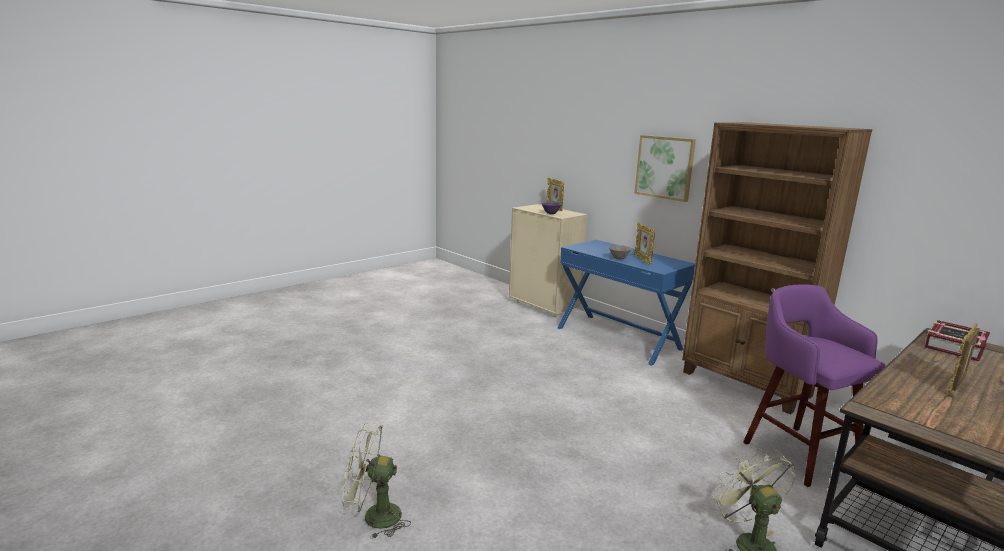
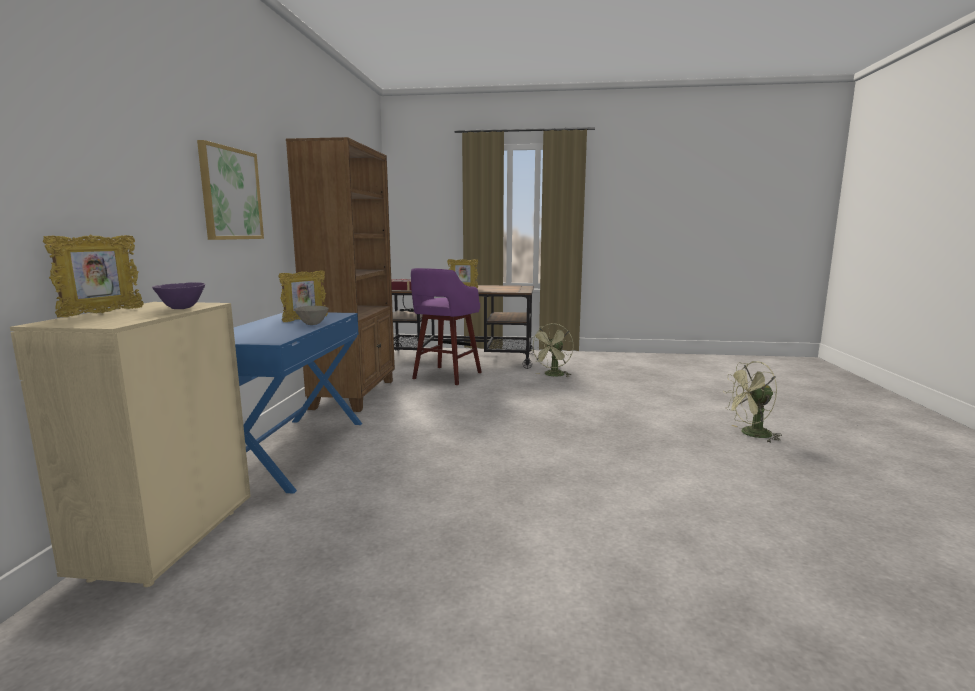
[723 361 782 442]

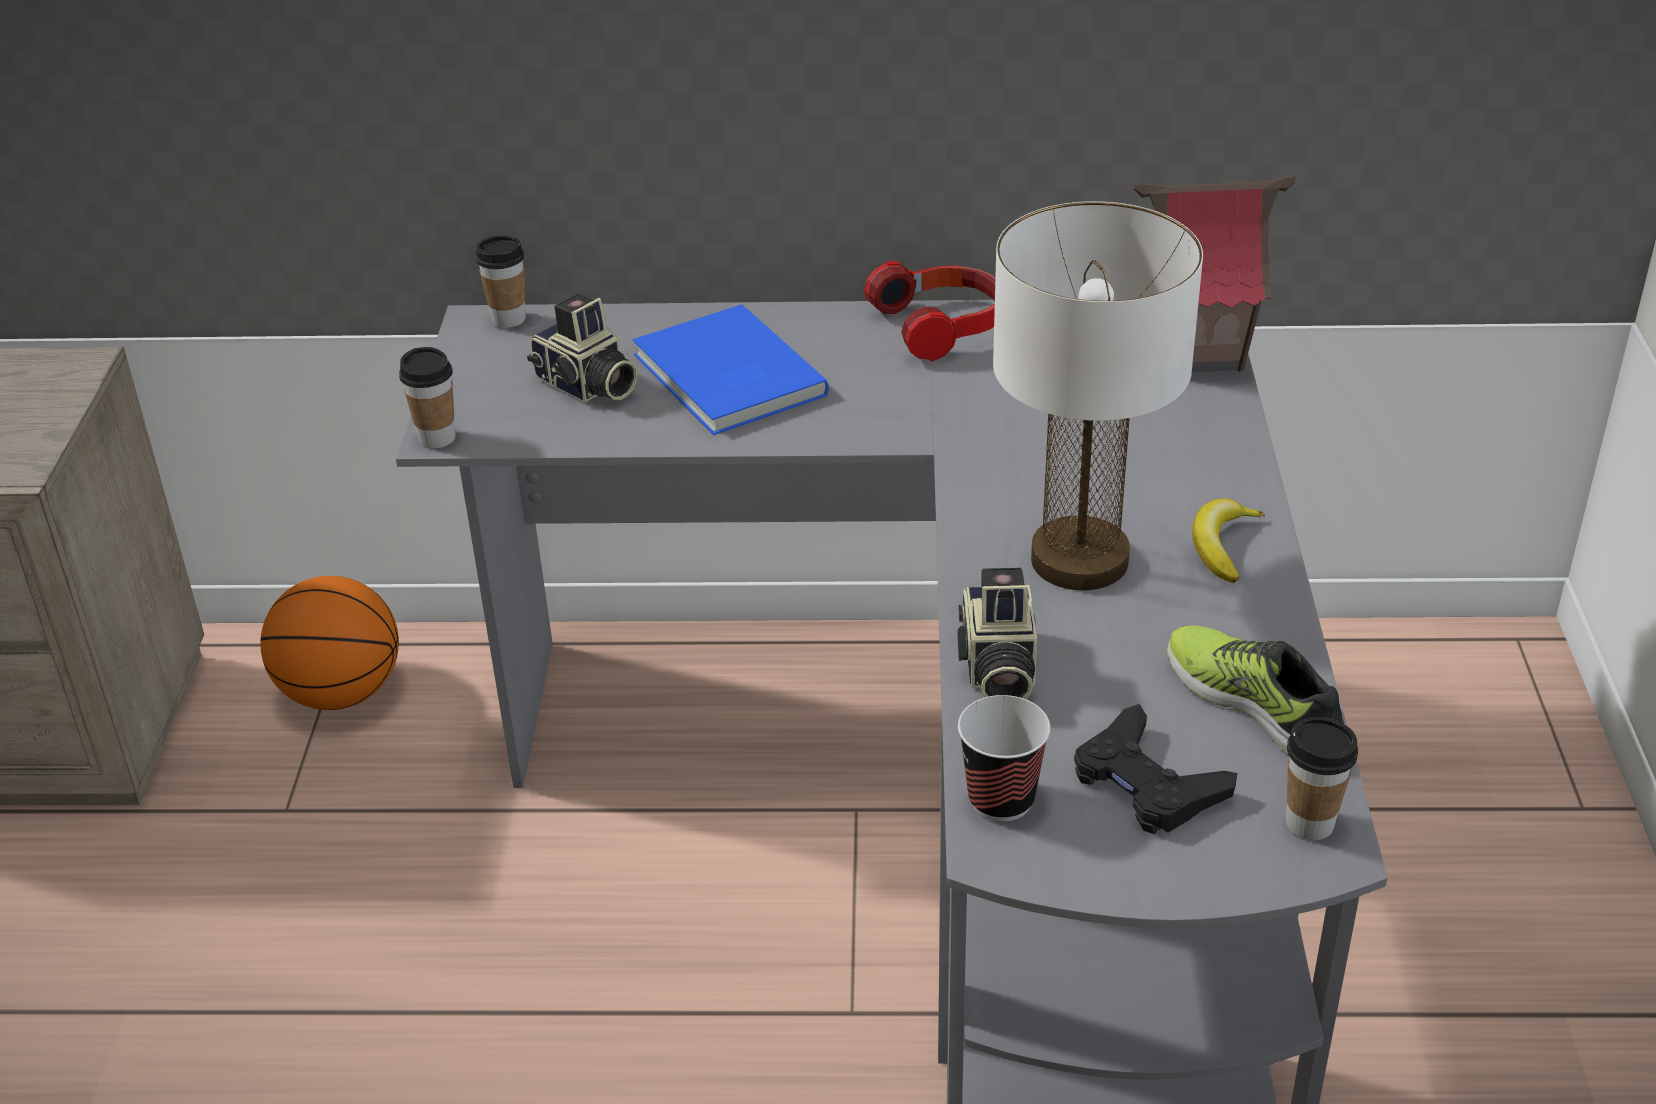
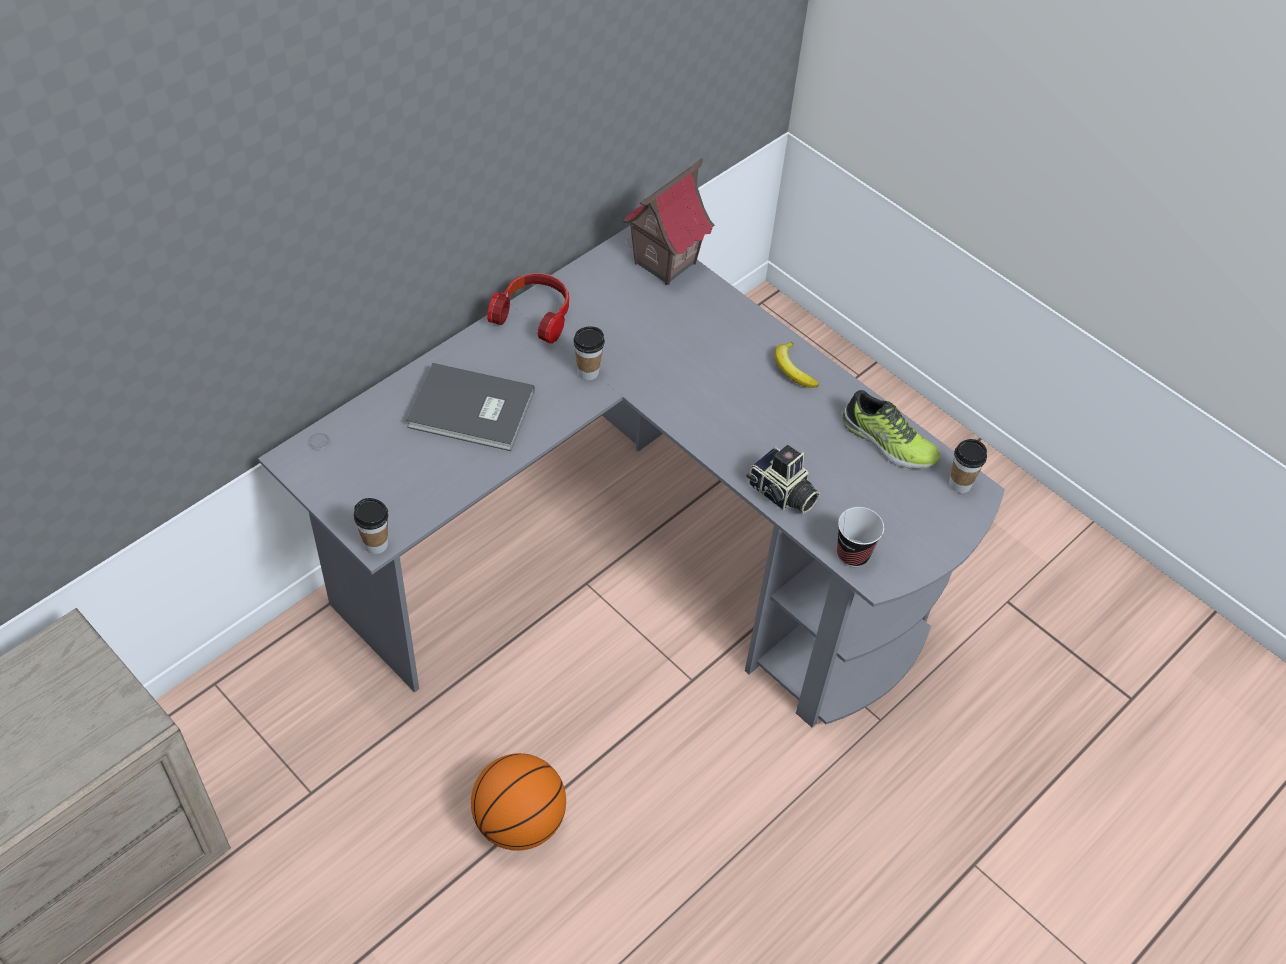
[993 201 1203 590] (first image)
[574 326 605 380]
[527 294 638 402] (first image)
[406 363 535 451]
[471 753 566 851]
[842 390 940 469]
[1074 704 1237 834] (first image)

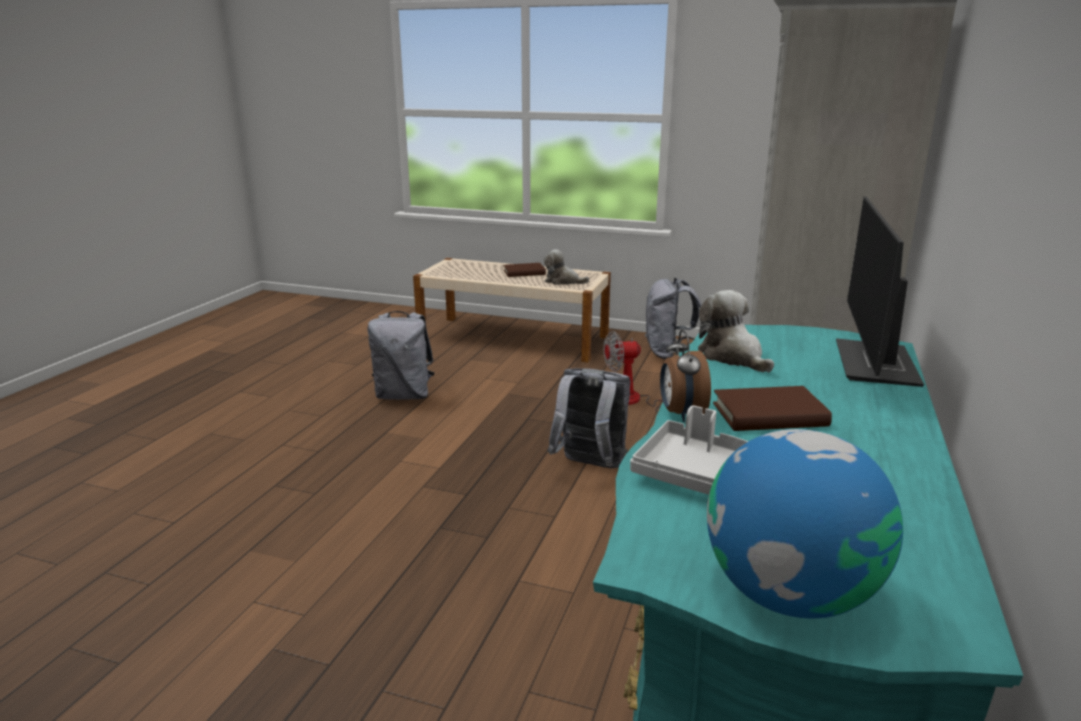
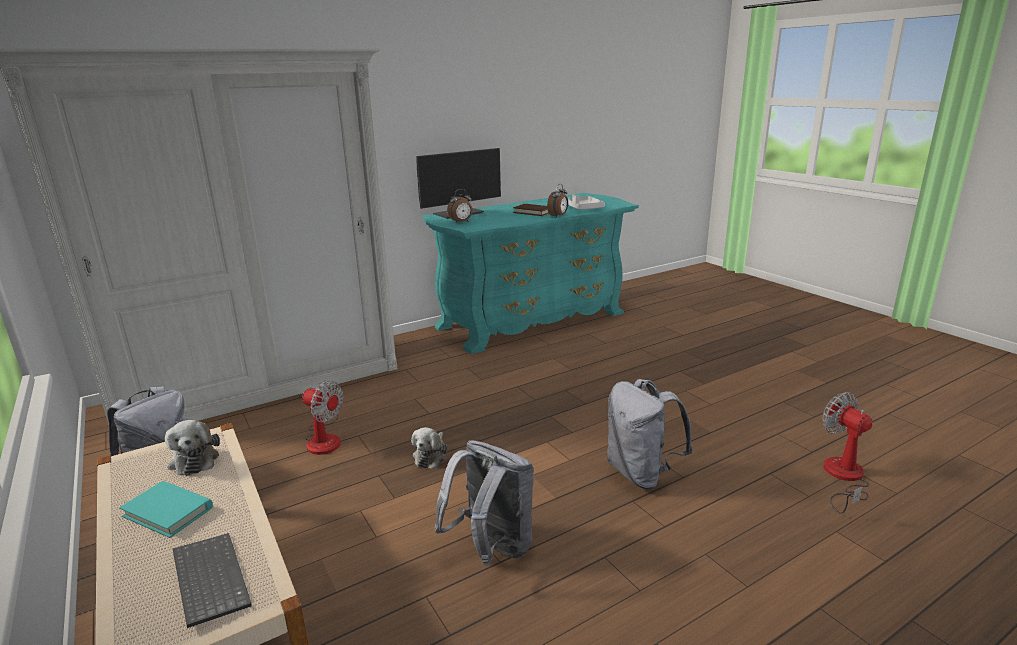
[119 481 213 538]
[411 427 447 469]
[607 379 693 489]
[707 429 903 619] (first image)
[447 189 473 223]
[822 392 872 514]
[173 533 252 628]

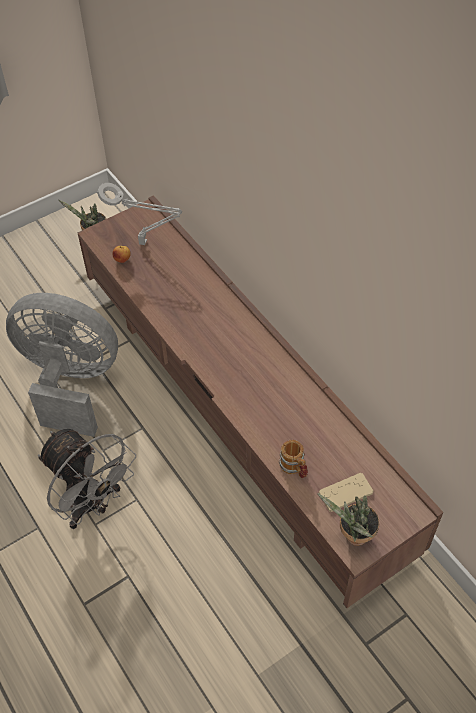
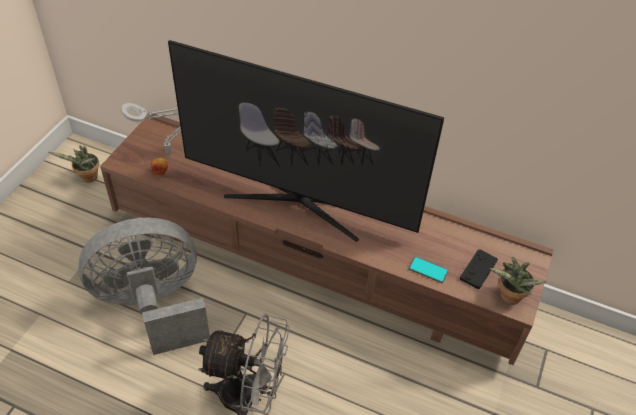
[408 256 448 283]
[460 249 498 289]
[168 40 444 242]

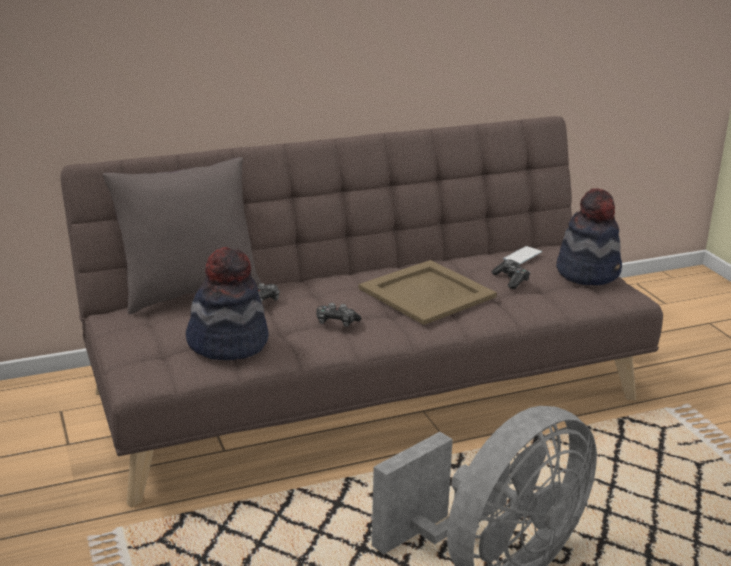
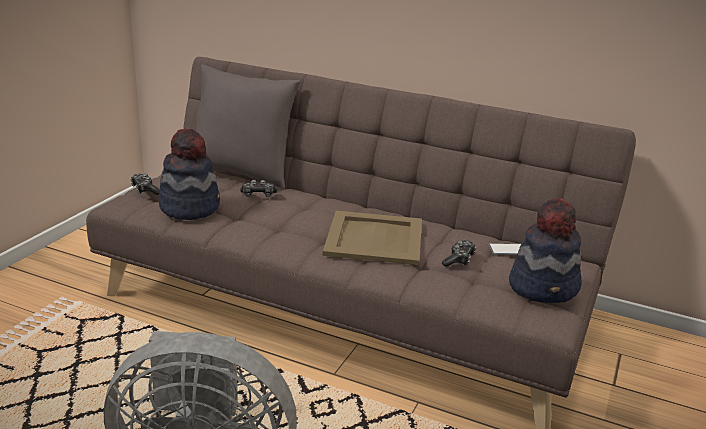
[130 174 159 195]

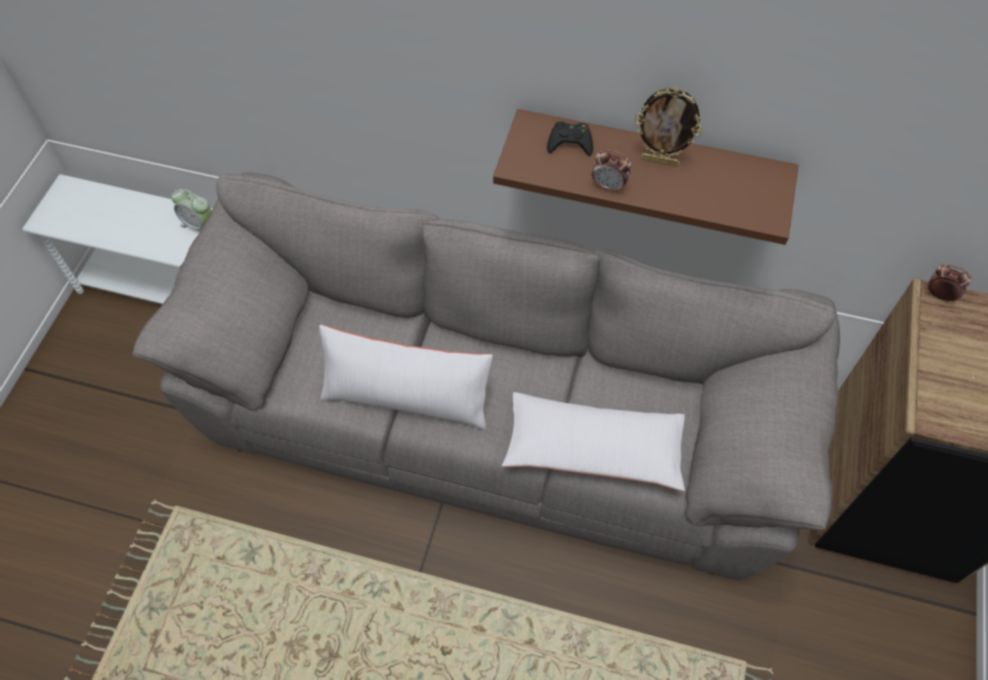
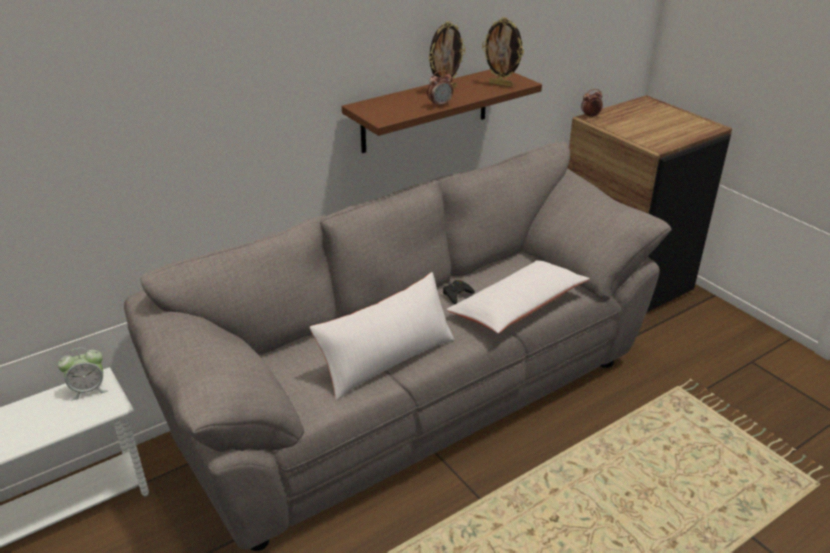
[443 280 475 304]
[482 17 524 87]

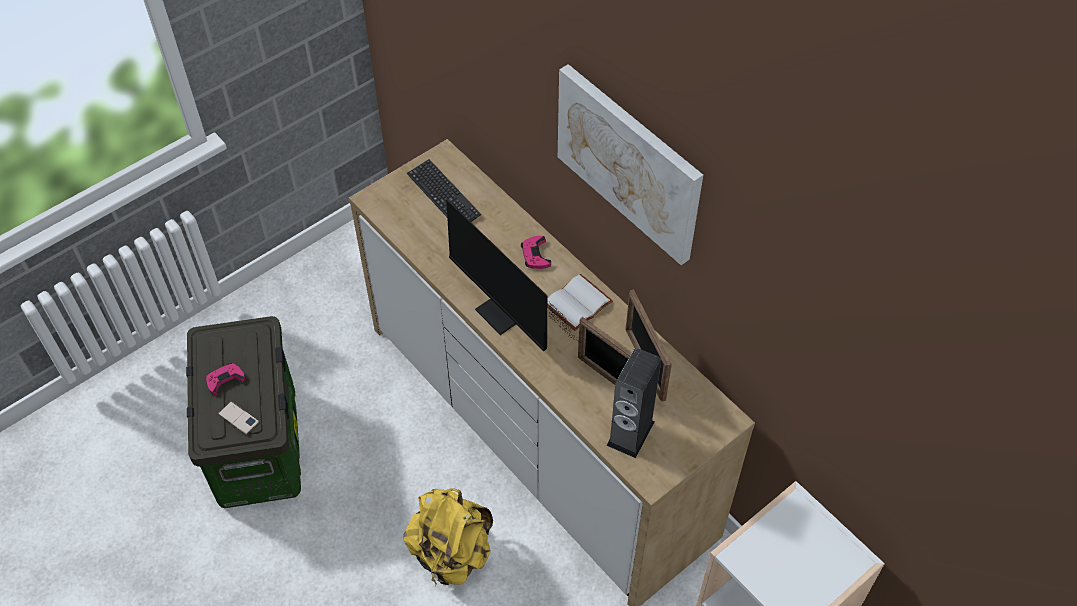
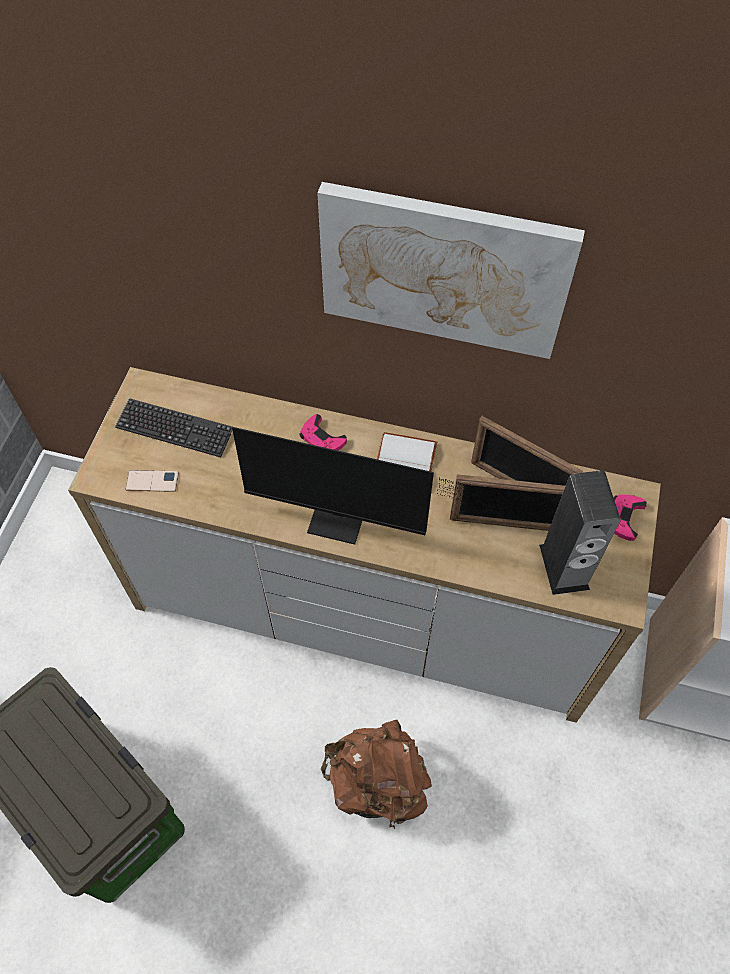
[614 494 647 541]
[125 470 179 492]
[321 720 432 829]

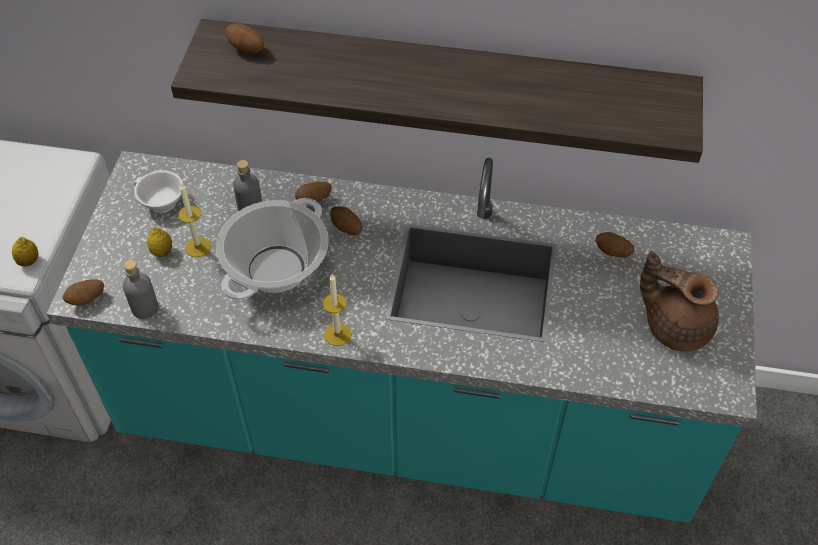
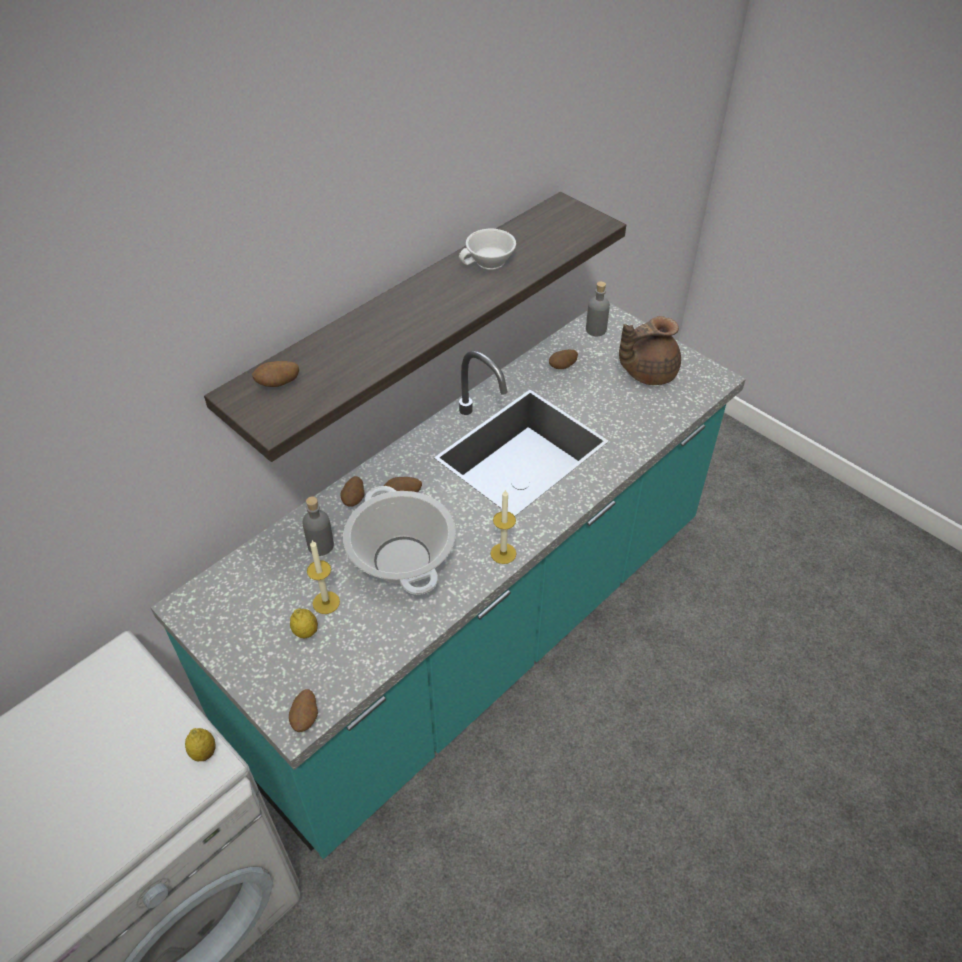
[459 228 516 270]
[586 281 610 336]

